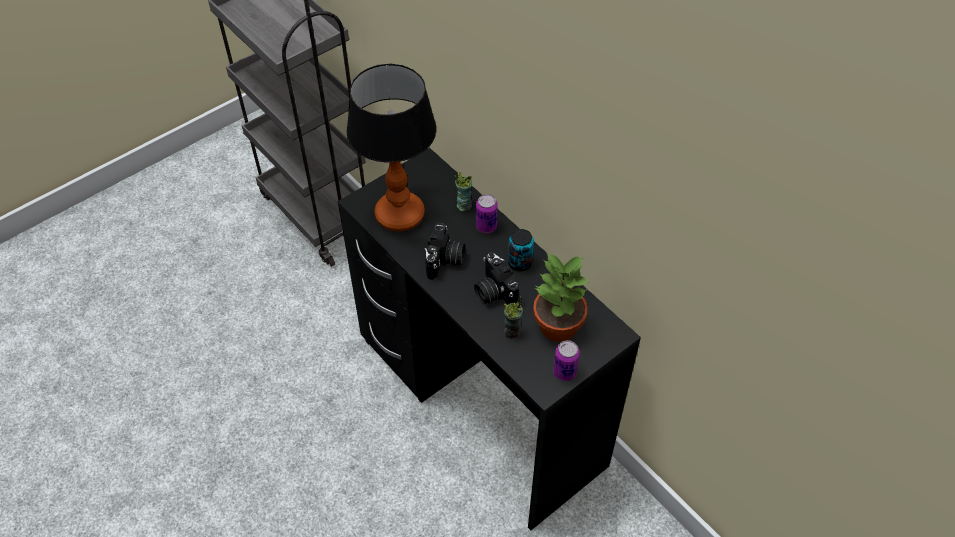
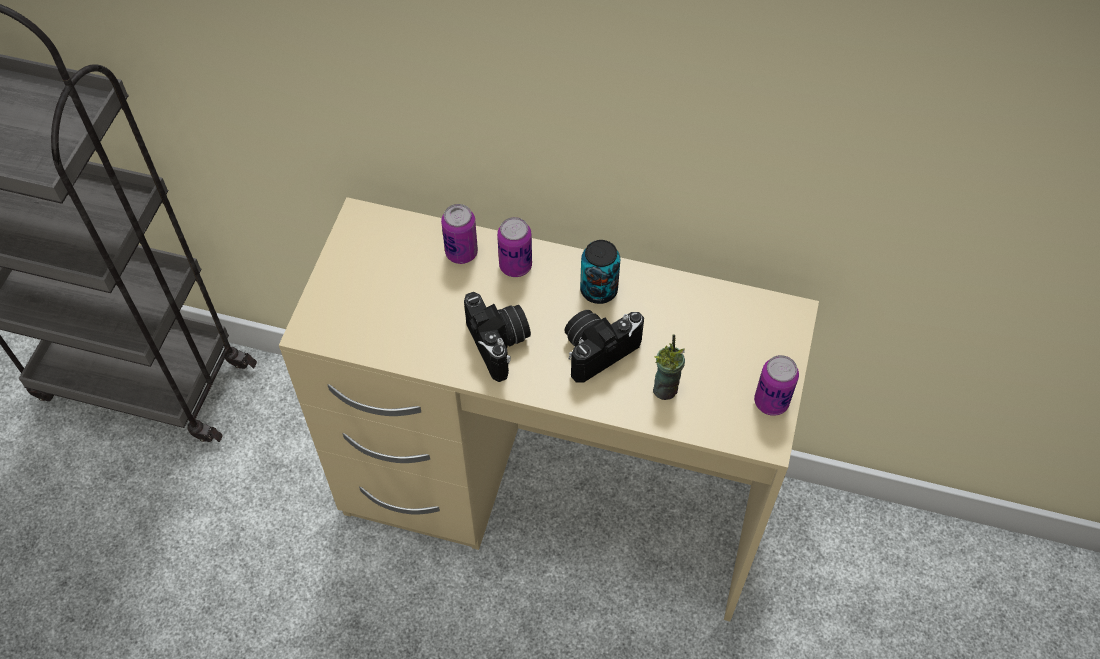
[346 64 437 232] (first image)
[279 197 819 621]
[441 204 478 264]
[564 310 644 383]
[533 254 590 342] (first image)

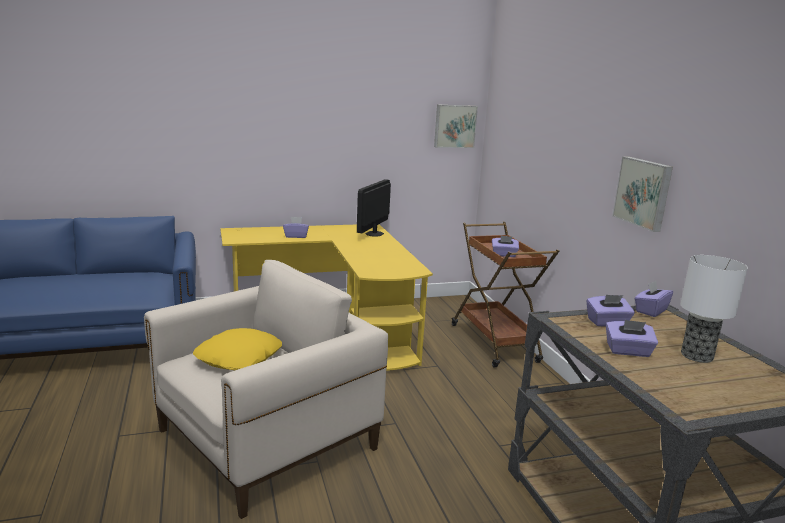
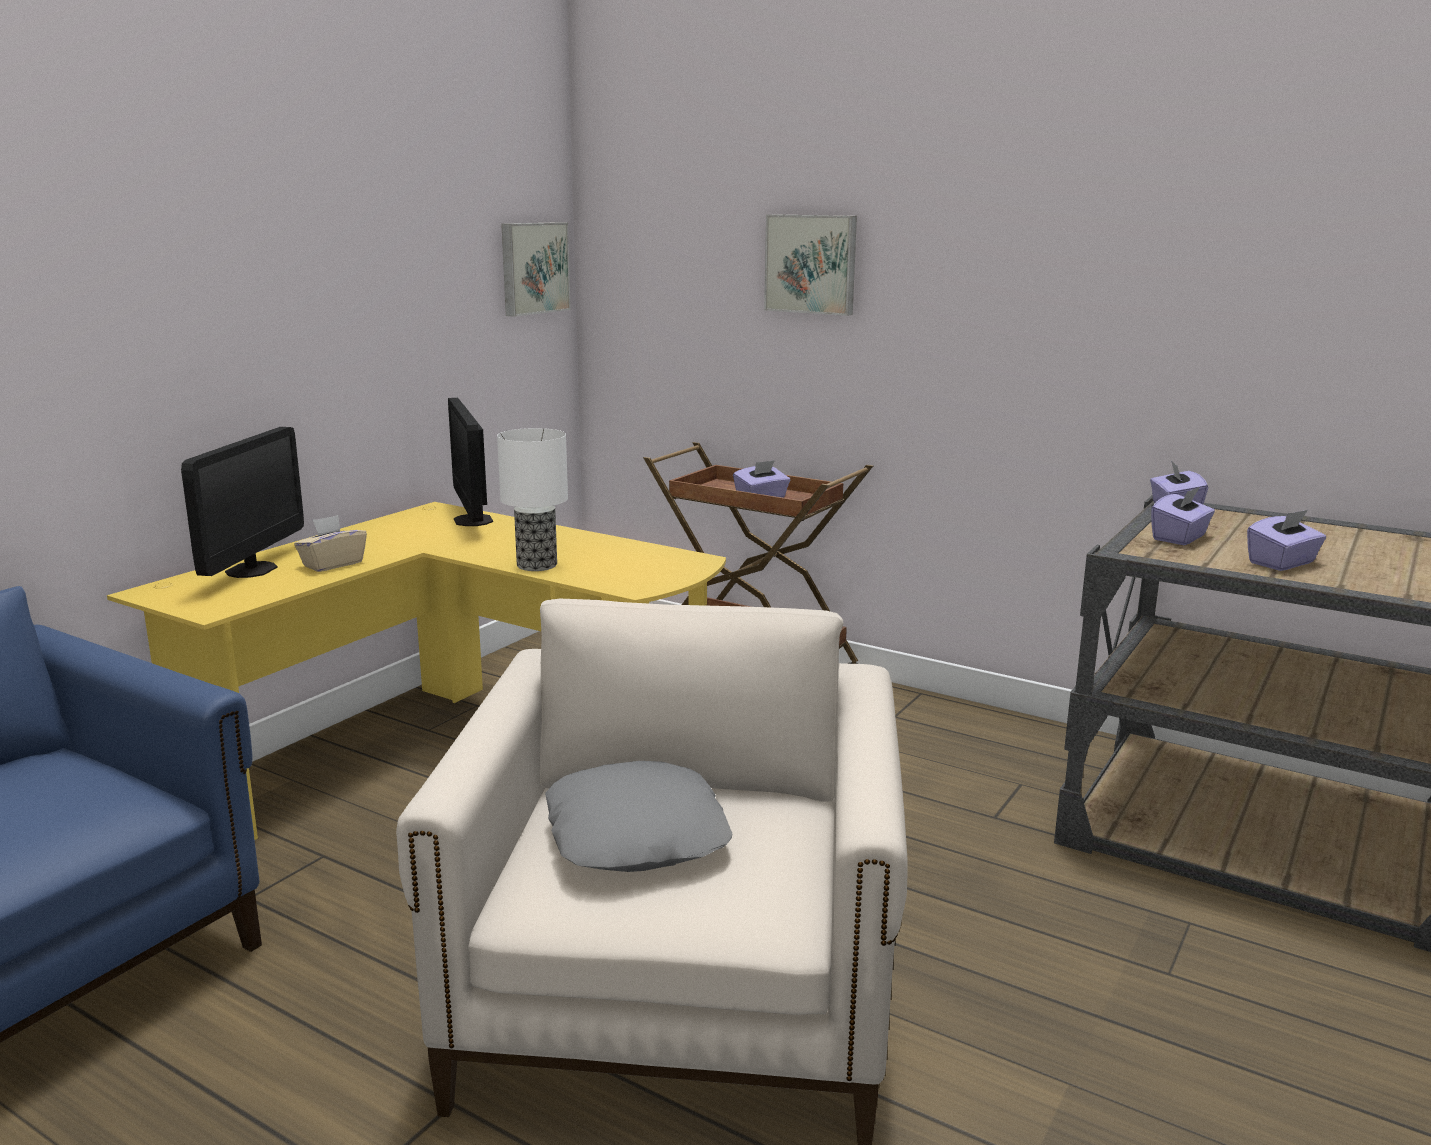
[764 214 857 316]
[294 515 367 572]
[497 428 568 571]
[545 761 733 872]
[181 427 304 578]

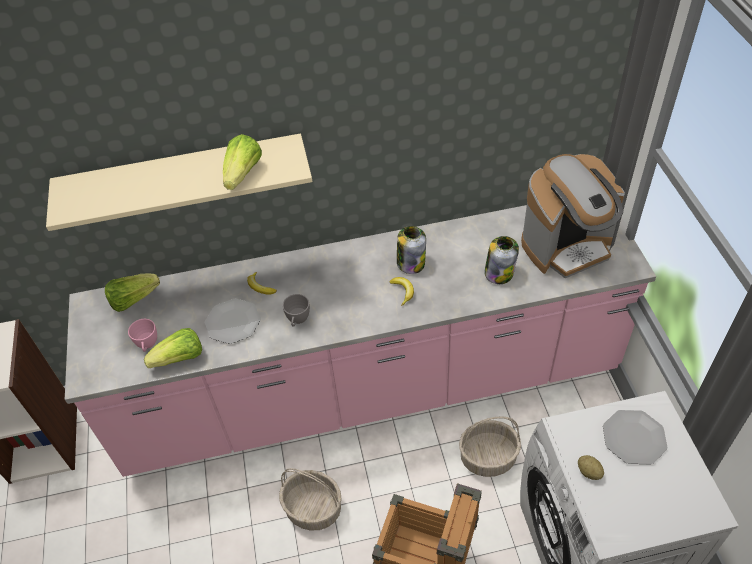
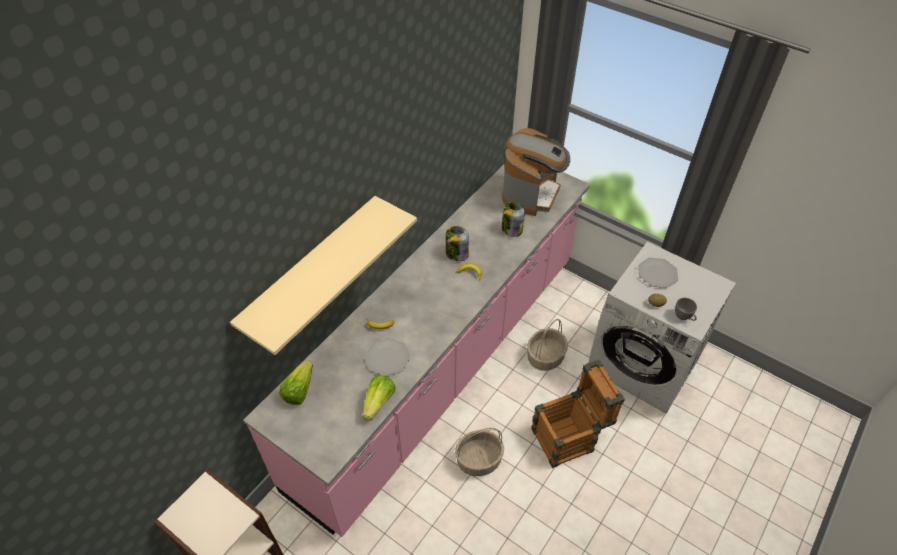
[223 134 262 190] (first image)
[675 298 697 321]
[128 319 157 352] (first image)

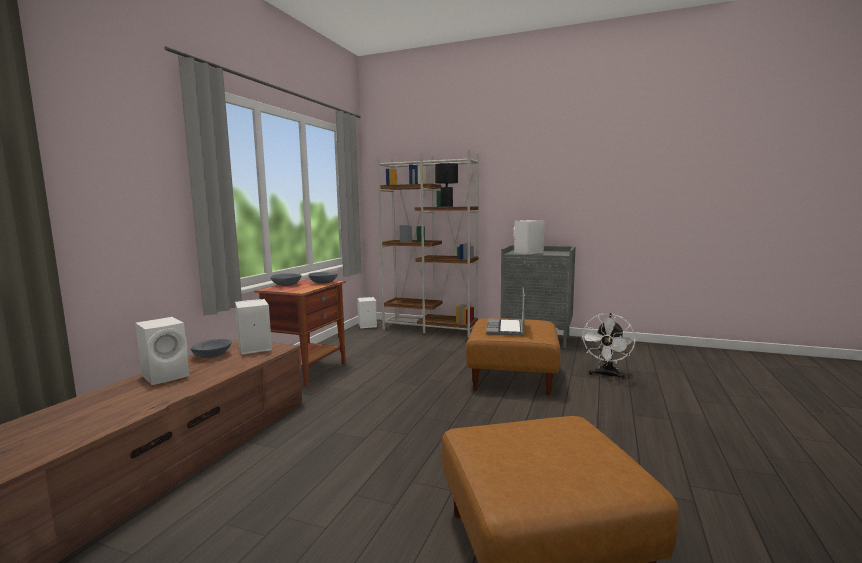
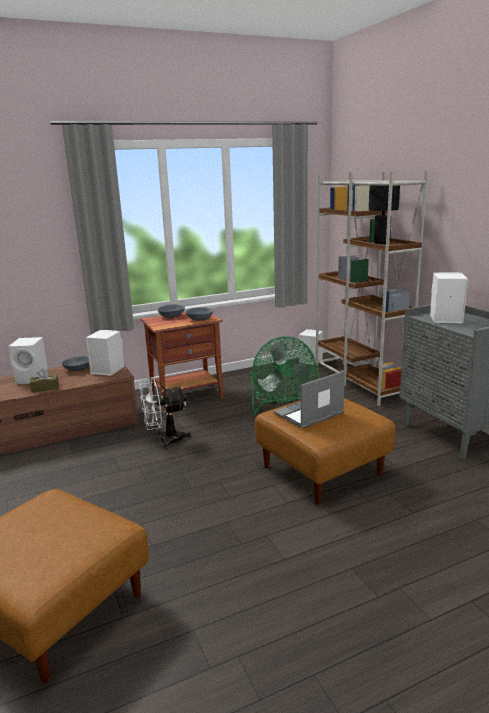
[139 377 191 449]
[250 336 320 416]
[30 369 59 392]

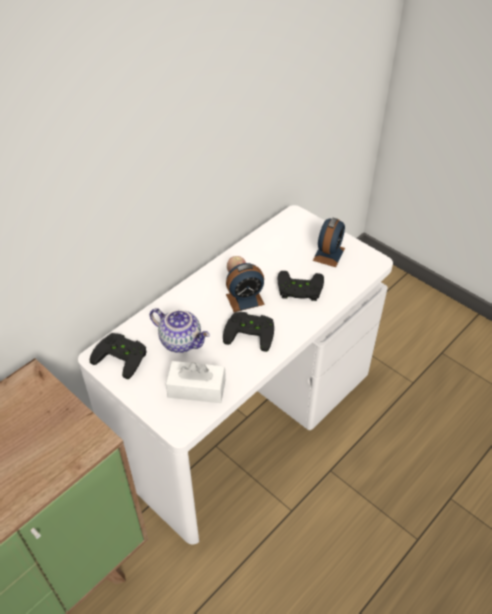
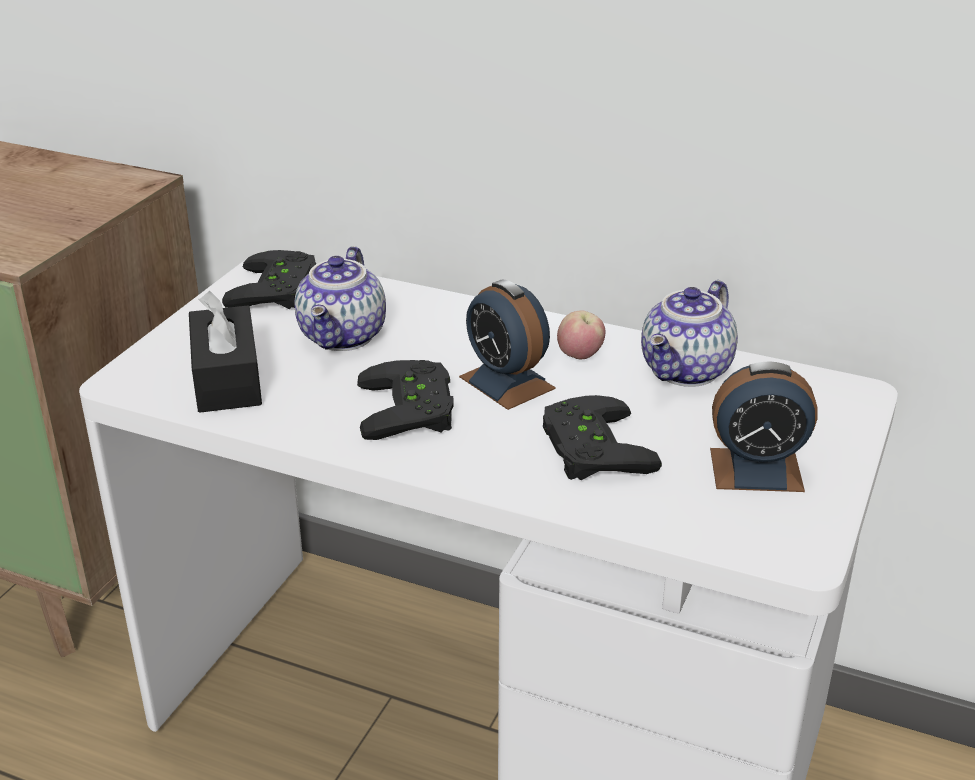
[189 291 262 413]
[641 280 738 387]

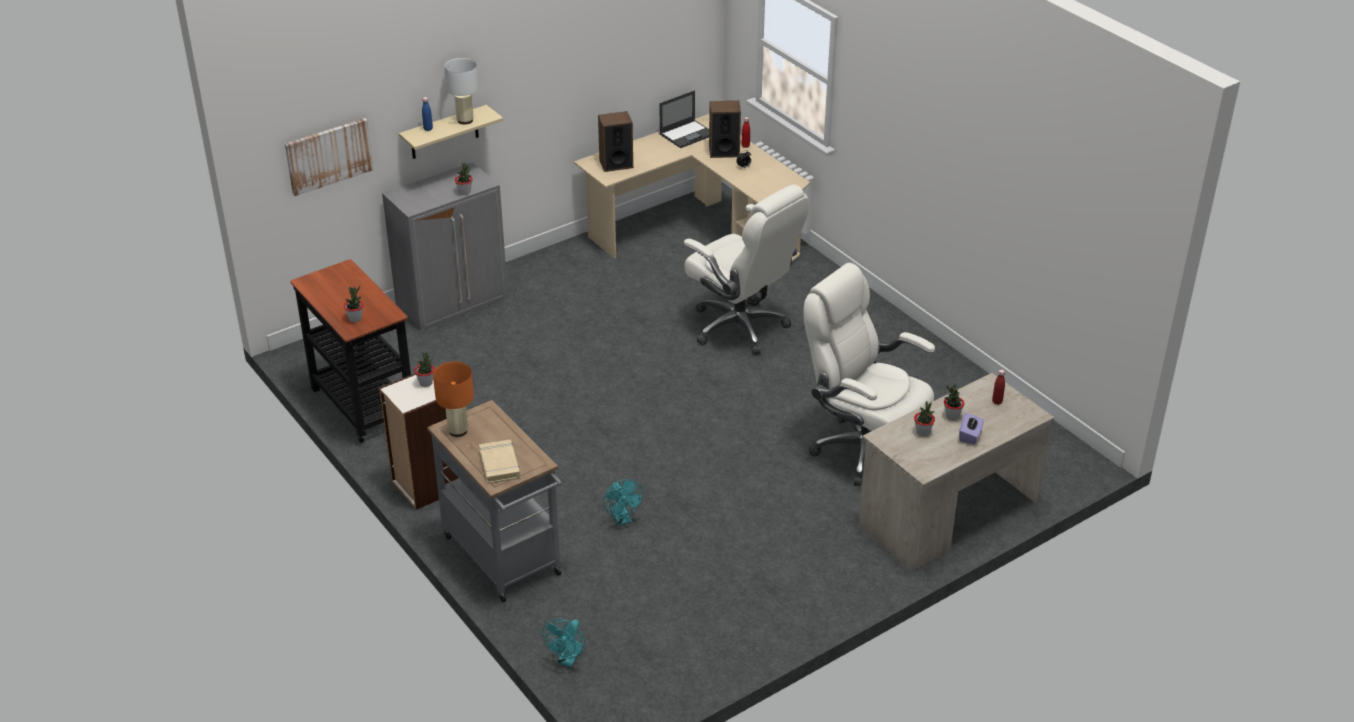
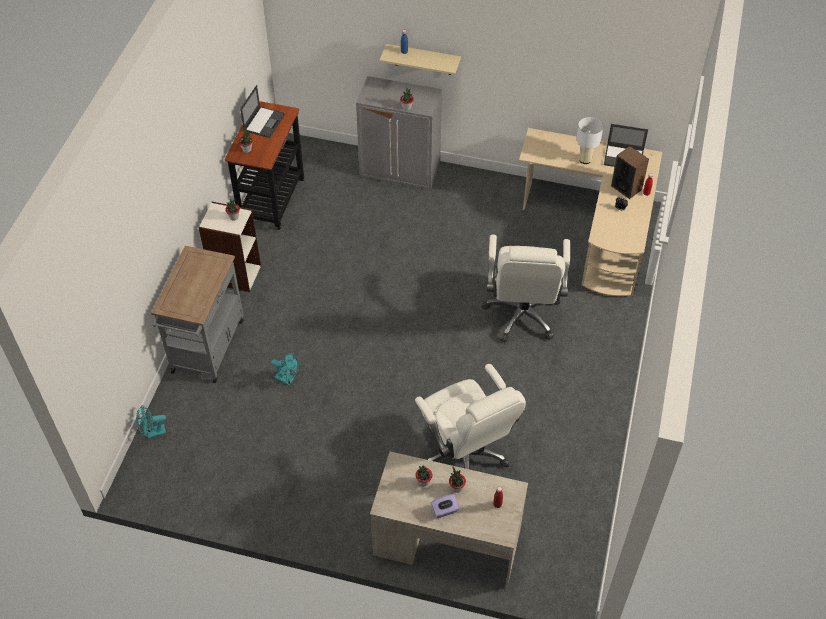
[576 117 603 164]
[598 111 633 172] (first image)
[285 118 373 196] (first image)
[415 364 526 469]
[433 361 474 437] (first image)
[479 440 520 484] (first image)
[271 353 299 385]
[240 85 285 138]

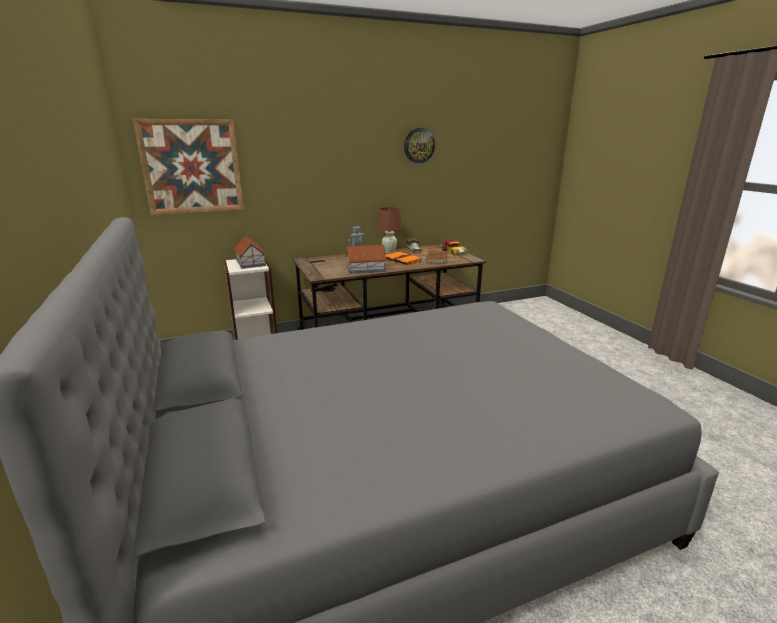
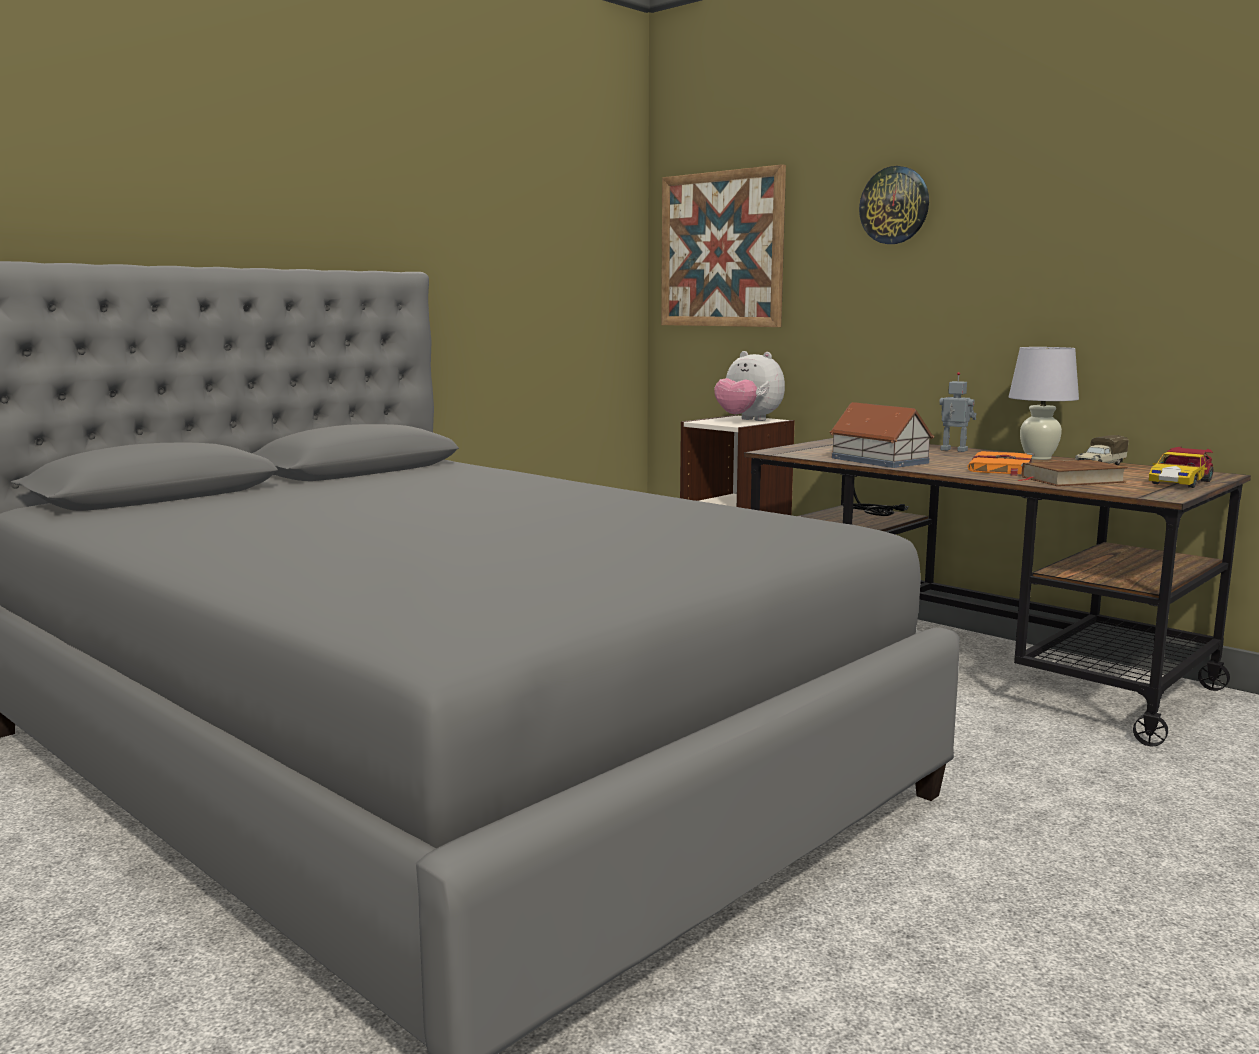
[859 166 929 244]
[1008 347 1079 460]
[714 351 785 421]

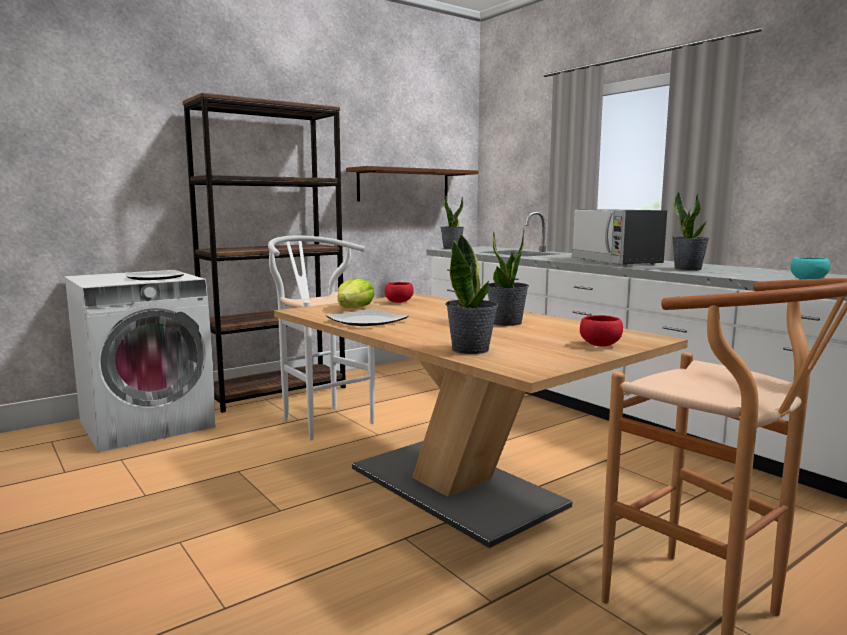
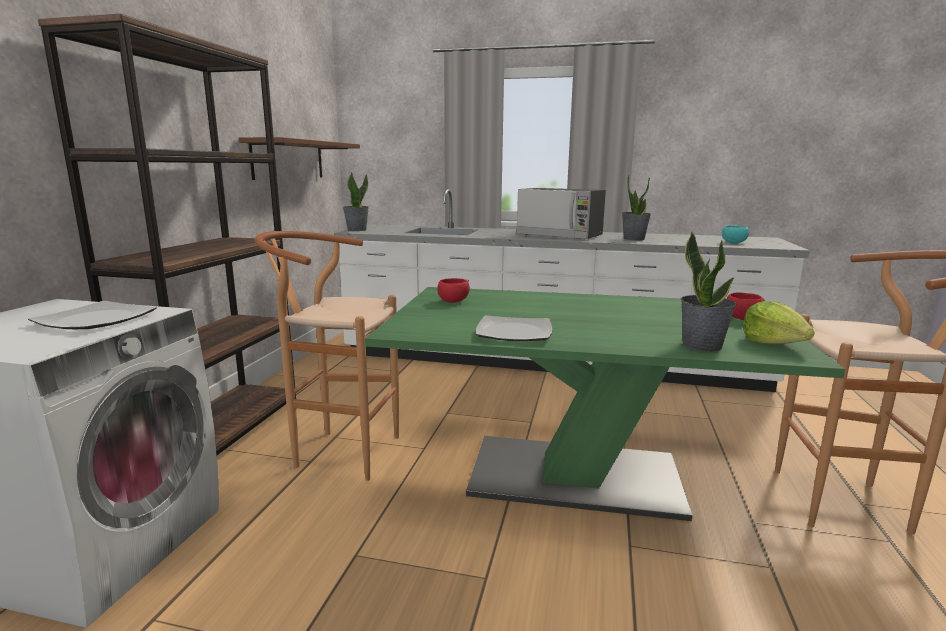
[488 229 529 326] (first image)
[255 231 399 481]
[742 301 815 344]
[365 287 845 521]

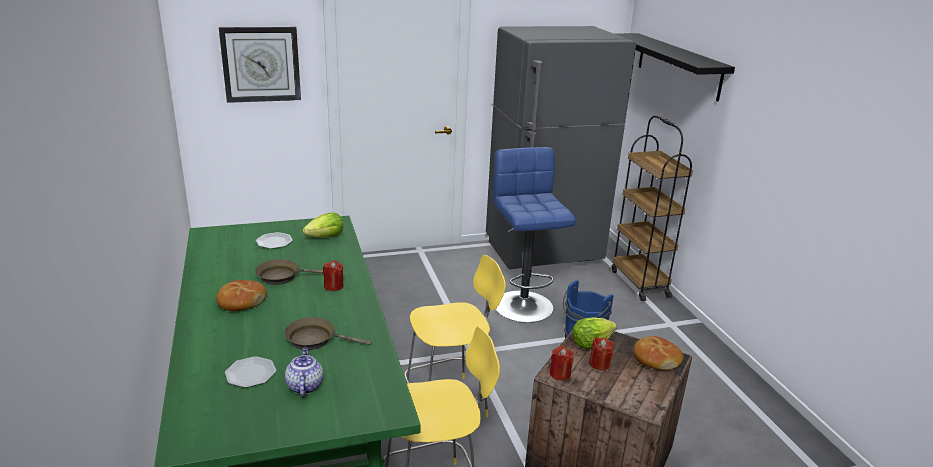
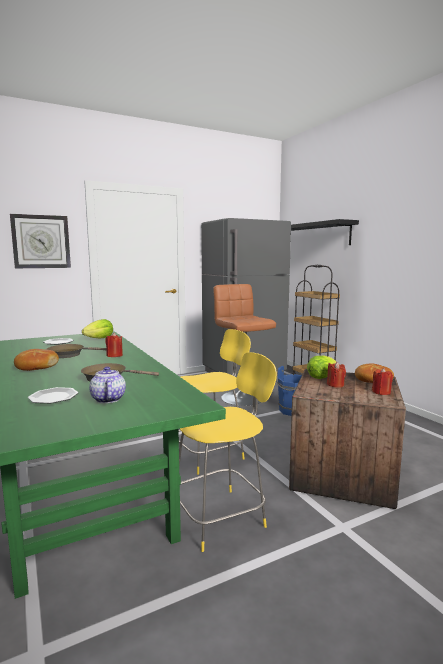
[213 284 276 406]
[372 368 393 395]

